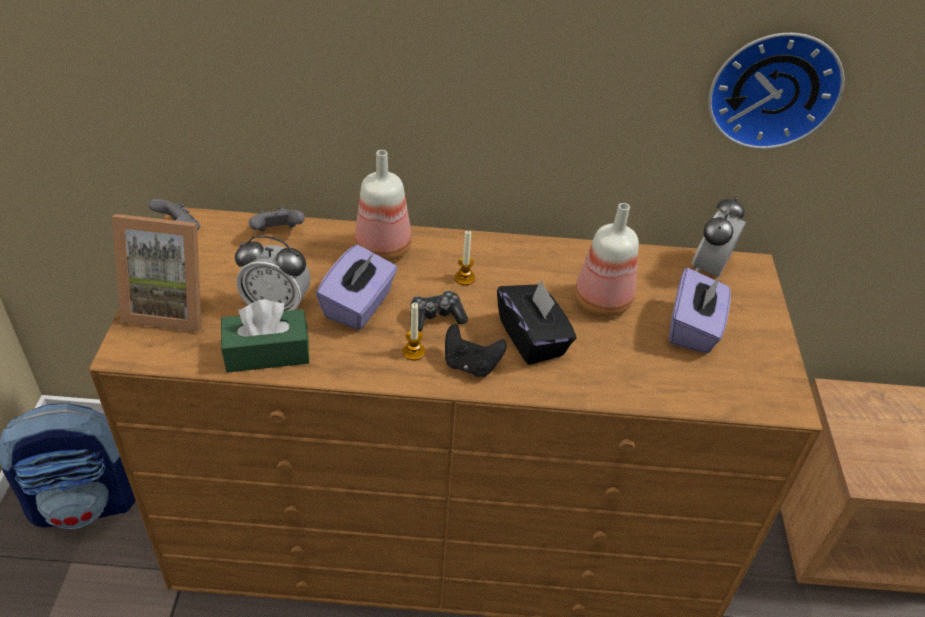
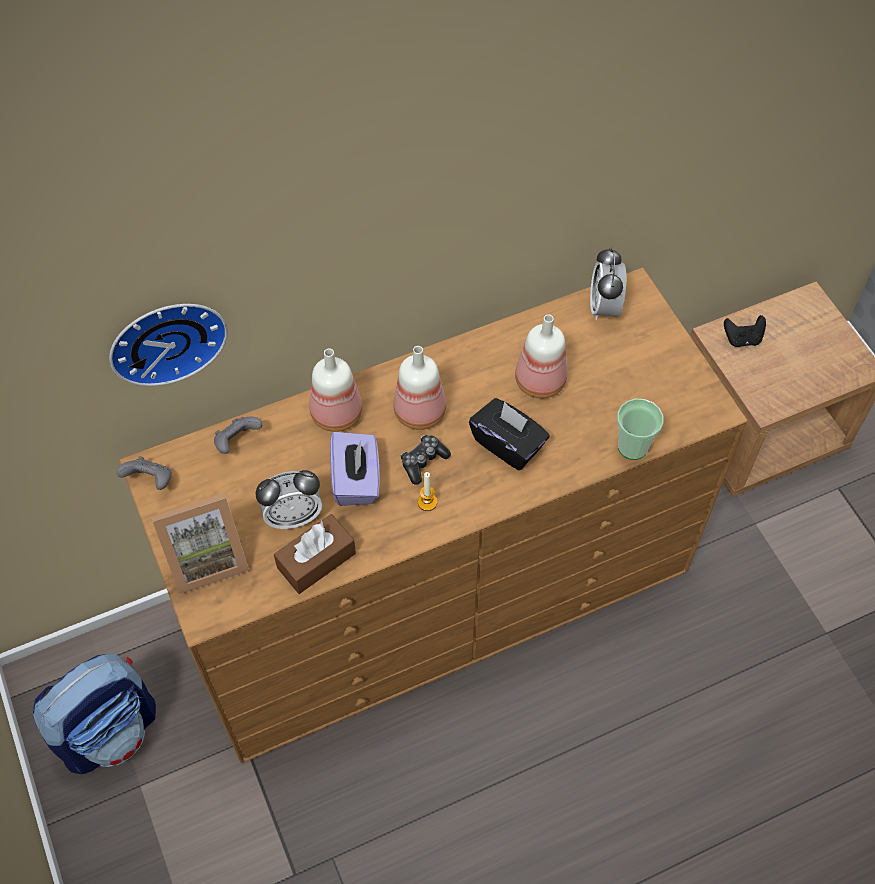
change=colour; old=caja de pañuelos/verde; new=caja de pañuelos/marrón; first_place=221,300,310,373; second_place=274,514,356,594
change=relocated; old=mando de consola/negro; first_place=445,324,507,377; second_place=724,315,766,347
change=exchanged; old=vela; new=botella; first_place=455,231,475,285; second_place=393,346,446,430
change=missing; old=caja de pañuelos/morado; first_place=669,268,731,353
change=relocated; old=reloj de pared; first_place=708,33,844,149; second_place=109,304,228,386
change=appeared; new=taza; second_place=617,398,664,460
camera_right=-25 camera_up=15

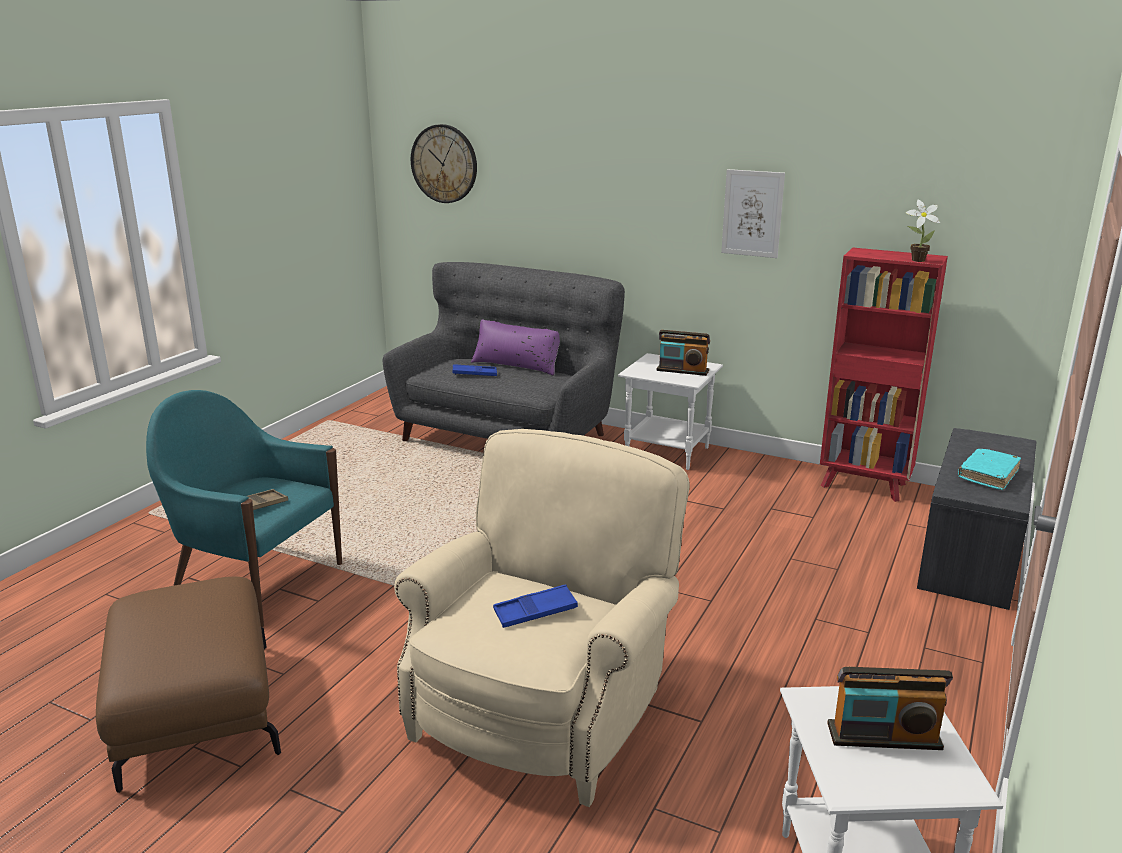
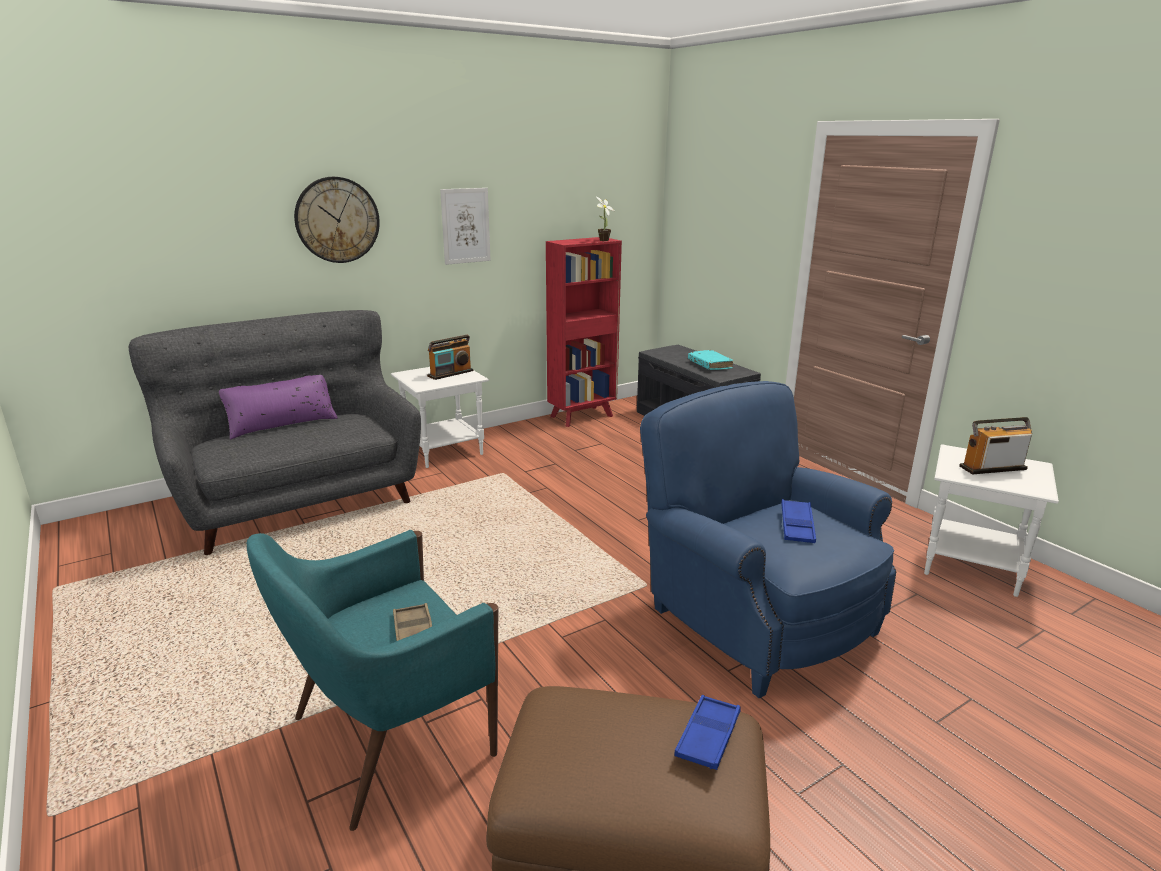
change=colour; old=sillón/beis; new=sillón/azul; first_place=394,429,689,807; second_place=640,381,896,699
change=relocated; old=reloj de pared; first_place=411,124,477,203; second_place=294,177,380,263
change=relocated; old=bandeja/azul; first_place=453,364,497,376; second_place=675,695,740,770
change=spun; old=radio; first_place=827,667,953,750; second_place=959,417,1032,475; degrees=-135
camera_right=-60 camera_up=0

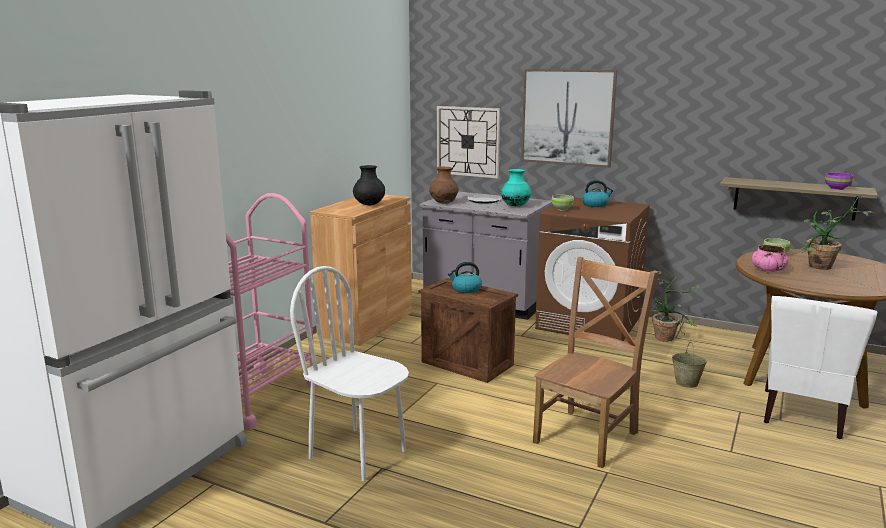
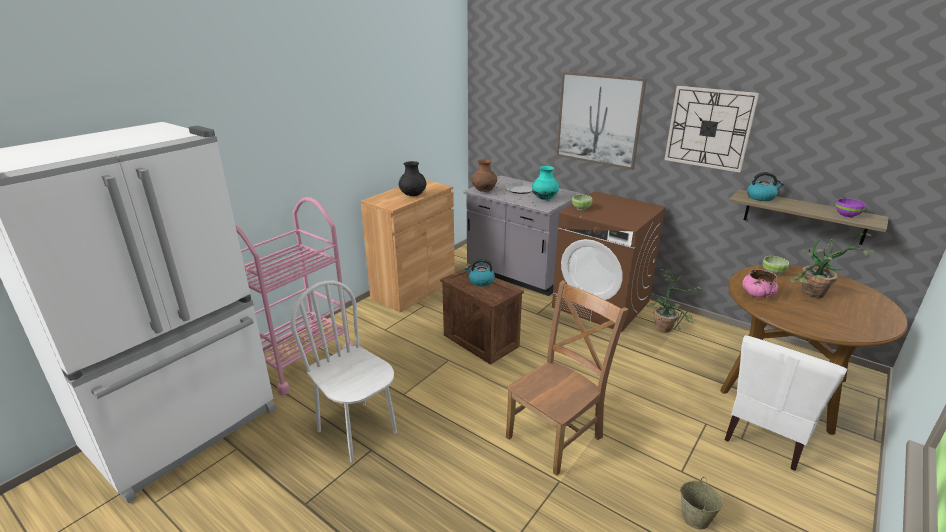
change=relocated; old=reloj de pared; first_place=437,106,500,178; second_place=664,86,759,173
change=relocated; old=hervidor; first_place=582,180,613,207; second_place=747,172,784,201
change=relocated; old=cubo/beis; first_place=672,342,707,388; second_place=680,477,724,529
camera_right=10 camera_up=10

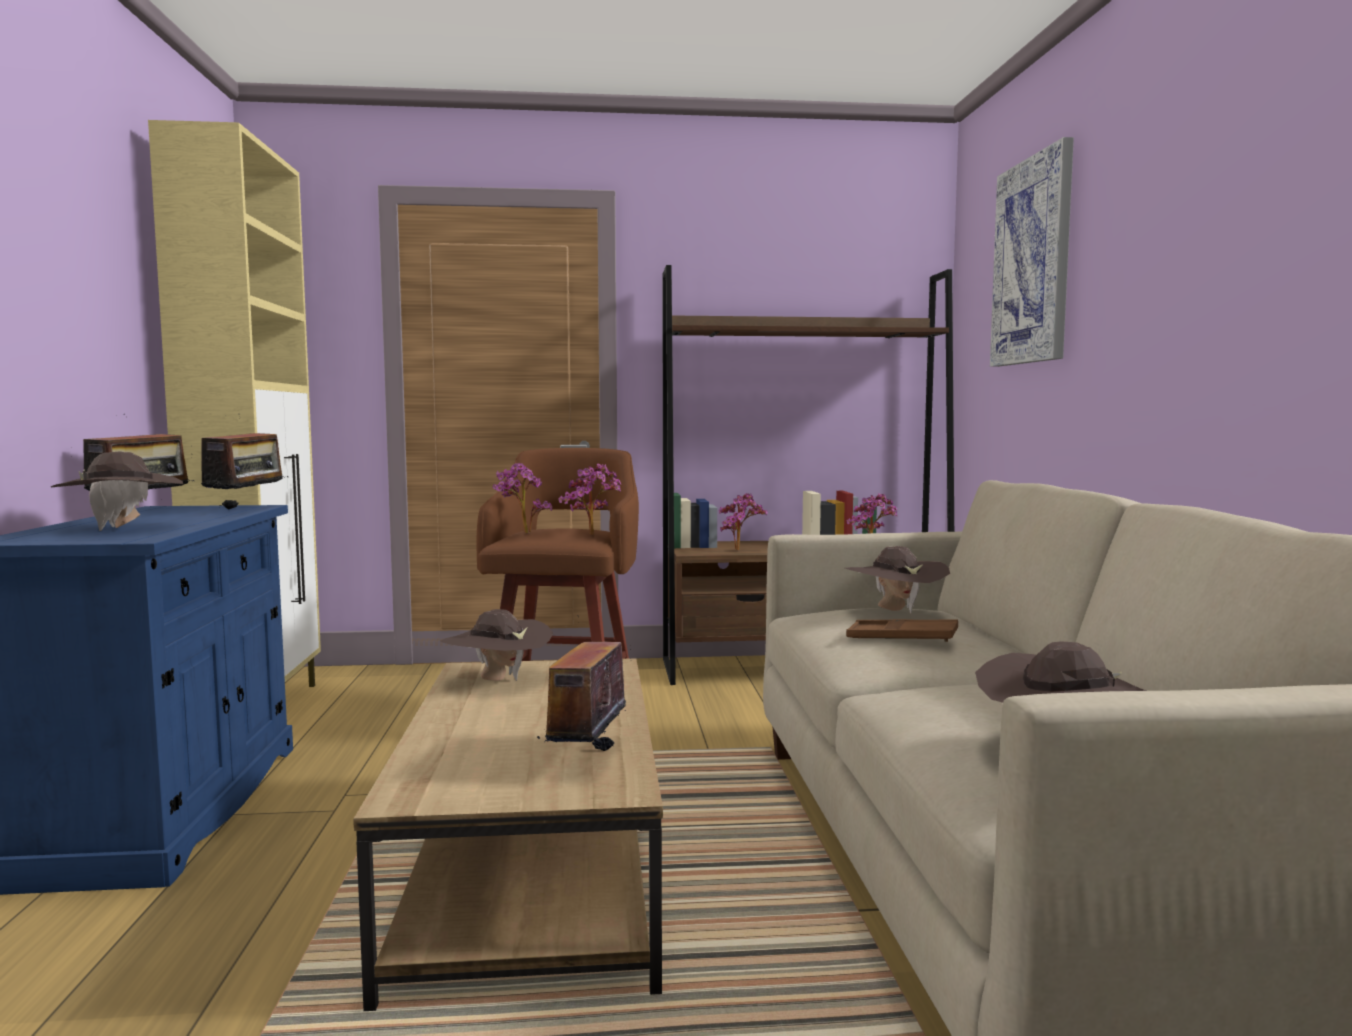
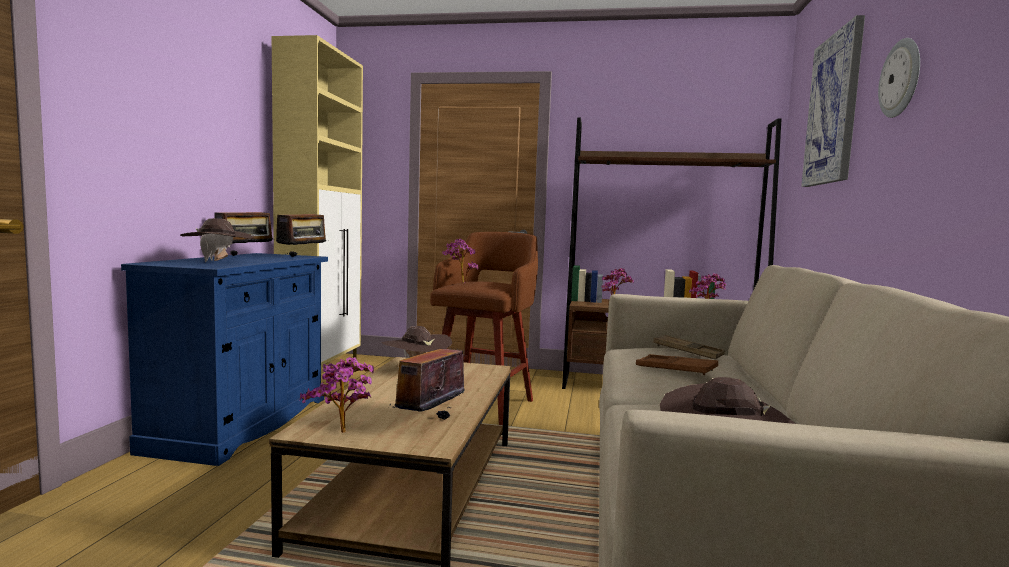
change=relocated; old=planta en maceta; first_place=558,463,621,535; second_place=300,357,374,433
change=exchanged; old=sombrero/marrón; new=bandeja/marrón; first_place=845,546,950,614; second_place=653,335,725,359
change=appeared; new=reloj de pared; second_place=878,38,920,118
camera_right=15 camera_up=0

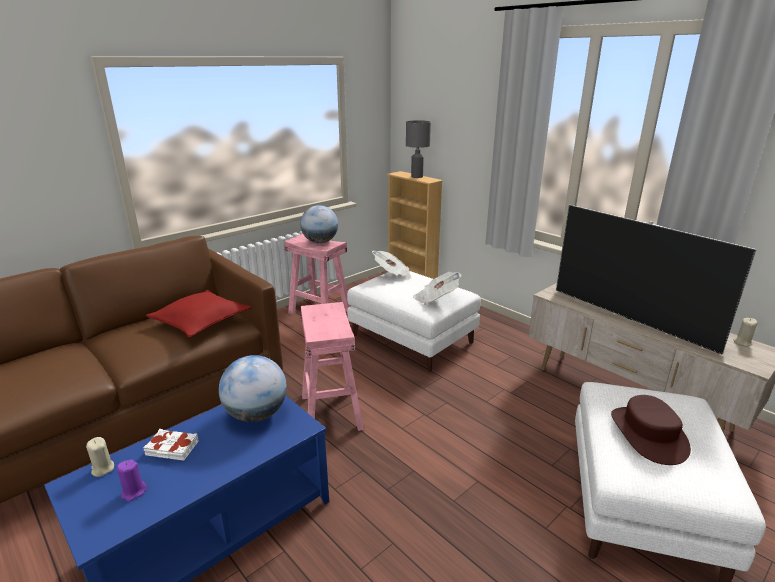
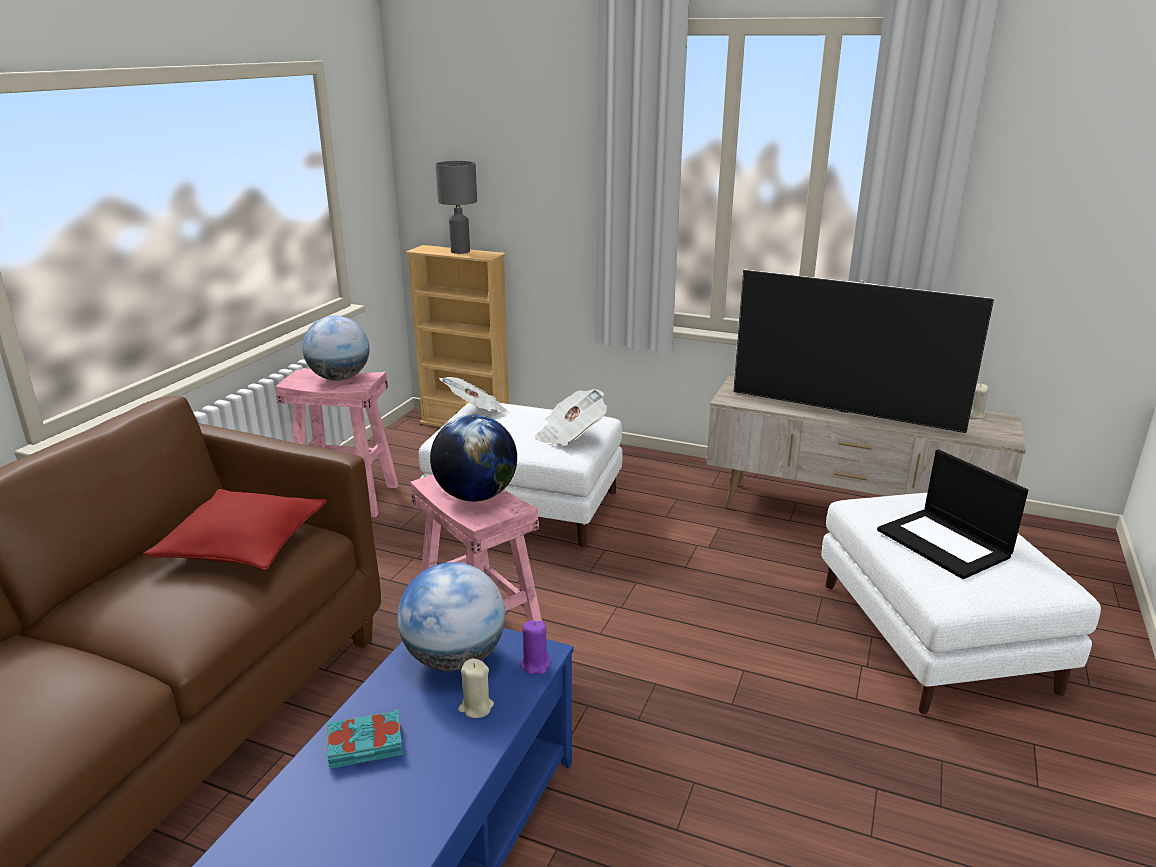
change=relocated; old=vela/beis; first_place=86,437,114,477; second_place=458,658,494,718
change=relocated; old=vela/morado; first_place=117,459,147,502; second_place=521,620,551,674
change=colour; old=libro/blanco; new=libro/turquesa; first_place=143,429,199,461; second_place=327,709,403,769
change=exchanged; old=sombrero/marrón; new=portátil; first_place=611,395,691,465; second_place=877,450,1028,579
change=appeared; new=globo terráqueo; second_place=430,415,517,502
camera_right=-25 camera_up=0

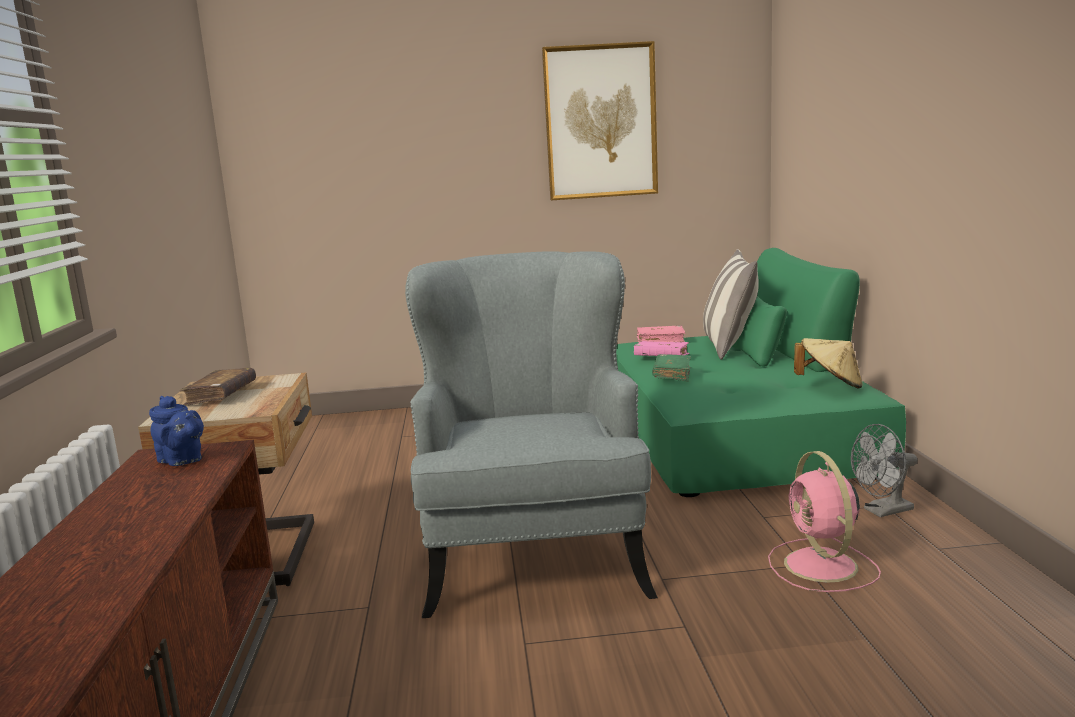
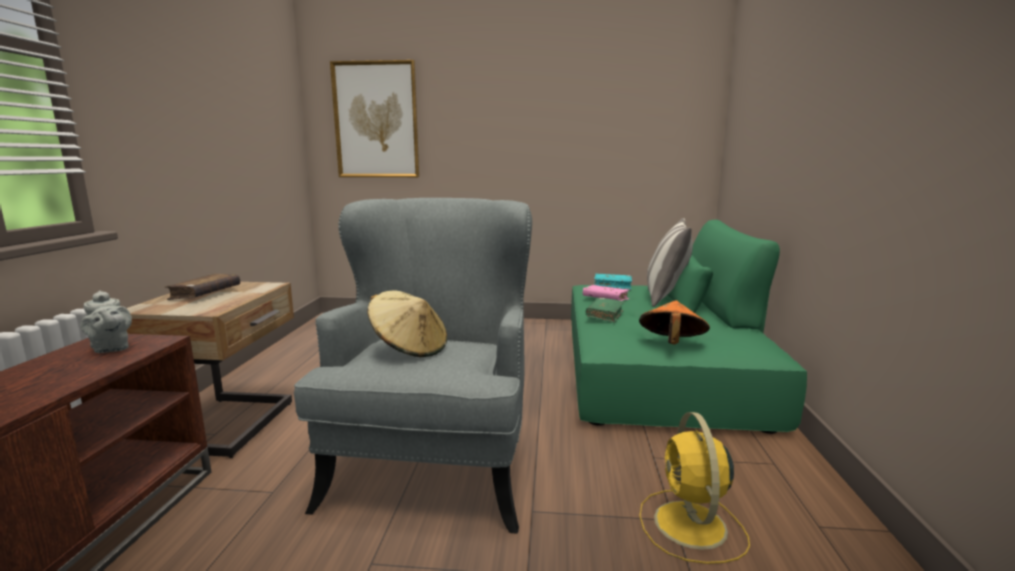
change=colour; old=tetera/azul; new=tetera/gris; first_place=149,396,204,466; second_place=80,291,132,353
change=relocated; old=cuadro; first_place=542,41,658,200; second_place=330,60,419,177
change=colour; old=libro/rosa; new=libro/turquesa; first_place=637,325,686,343; second_place=594,274,632,290
change=colour; old=ventilador/rosa; new=ventilador/amarillo; first_place=768,451,881,592; second_place=639,412,750,564
change=relocated; old=sombrero/beis; first_place=794,338,863,389; second_place=367,291,447,357
change=missing; old=ventilador/gris; first_place=851,424,918,517
change=appeared; new=sombrero/naranja; second_place=639,300,710,345
camera_right=10 camera_up=0

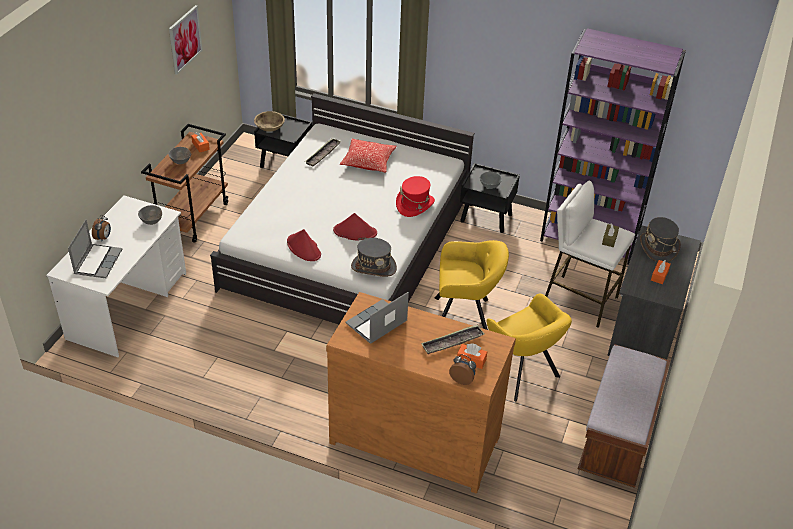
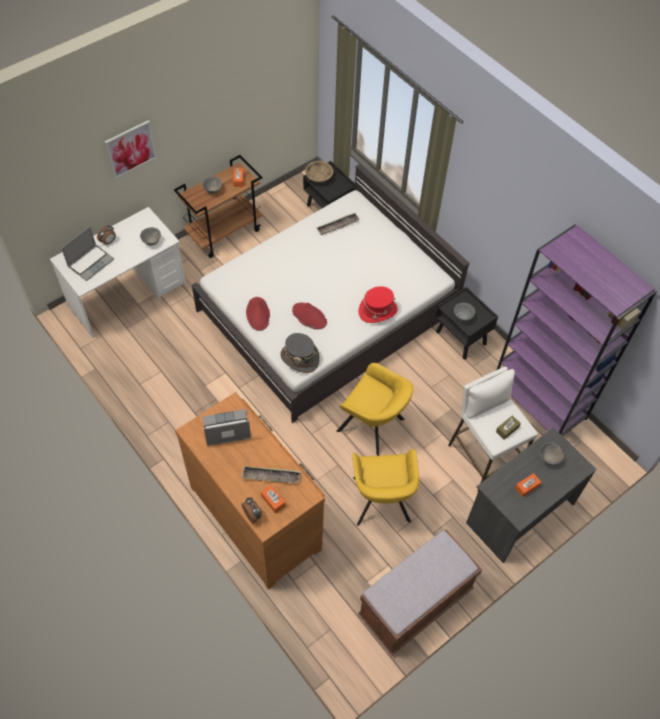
change=relocated; old=cuadro; first_place=169,5,203,75; second_place=105,120,157,179
change=missing; old=cojín; first_place=339,139,397,173
change=exchanged; old=sombrero/gris; new=cuenco/gris; first_place=640,217,681,262; second_place=540,442,564,465
camera_right=30 camera_up=15

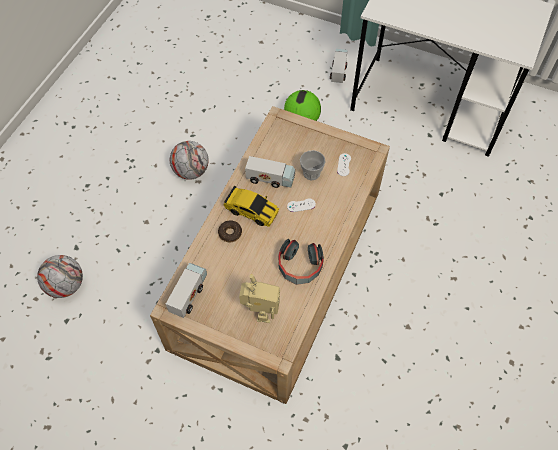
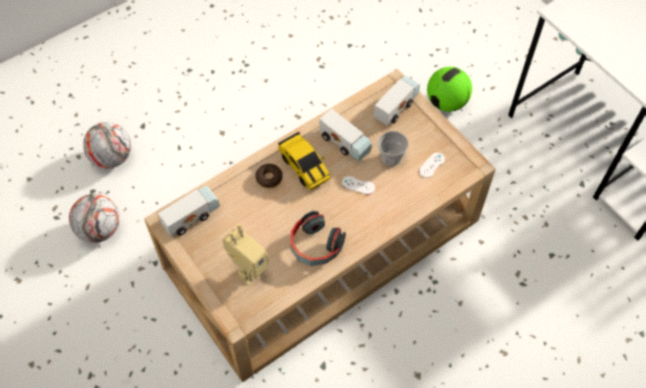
change=relocated; old=balón de fútbol; first_place=170,141,209,180; second_place=69,194,120,243
change=relocated; old=camión de juguete; first_place=330,49,348,83; second_place=374,75,420,126
camera_right=30 camera_up=0

